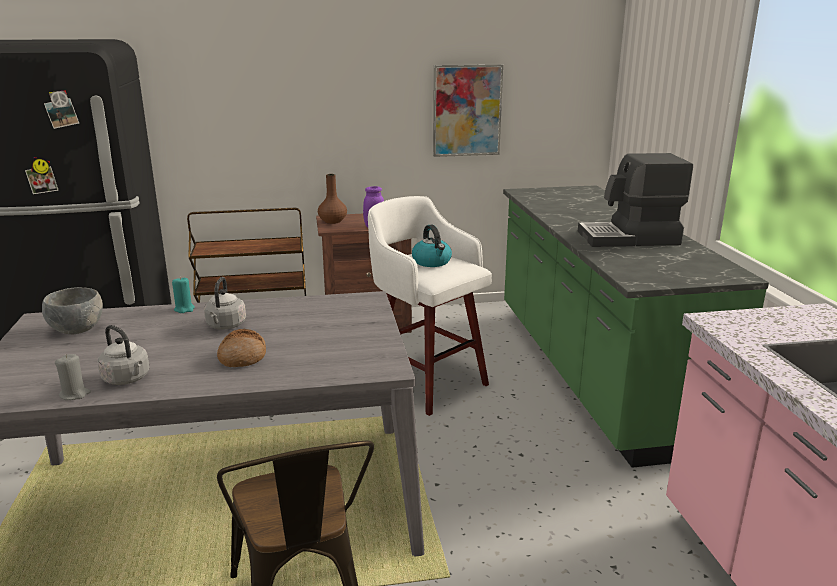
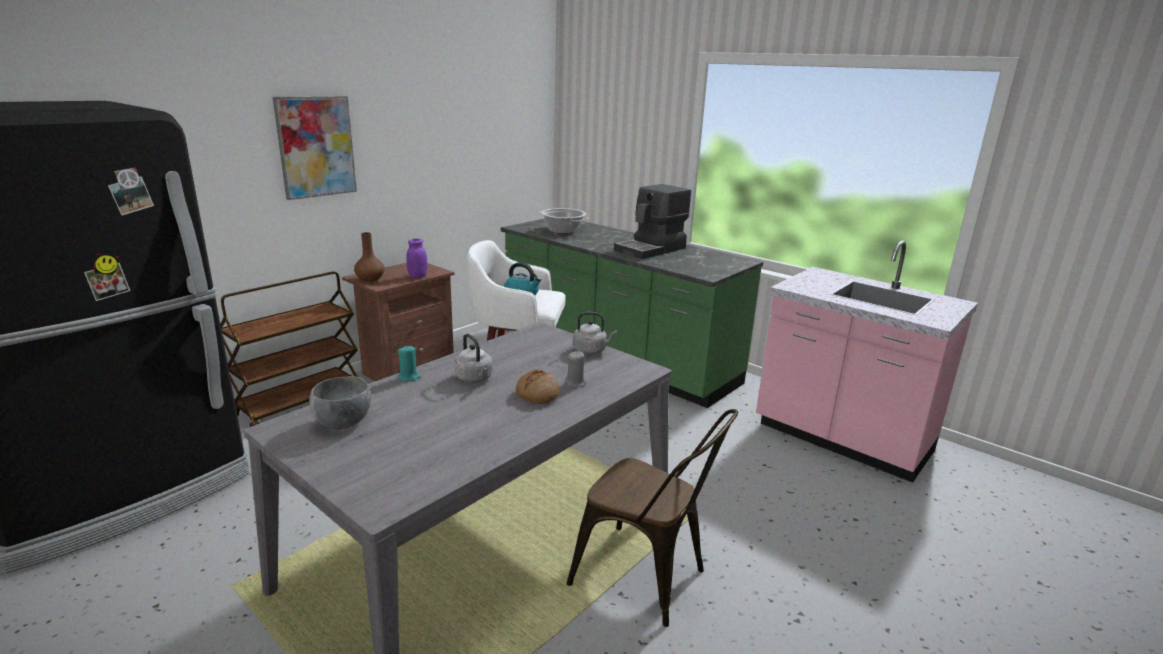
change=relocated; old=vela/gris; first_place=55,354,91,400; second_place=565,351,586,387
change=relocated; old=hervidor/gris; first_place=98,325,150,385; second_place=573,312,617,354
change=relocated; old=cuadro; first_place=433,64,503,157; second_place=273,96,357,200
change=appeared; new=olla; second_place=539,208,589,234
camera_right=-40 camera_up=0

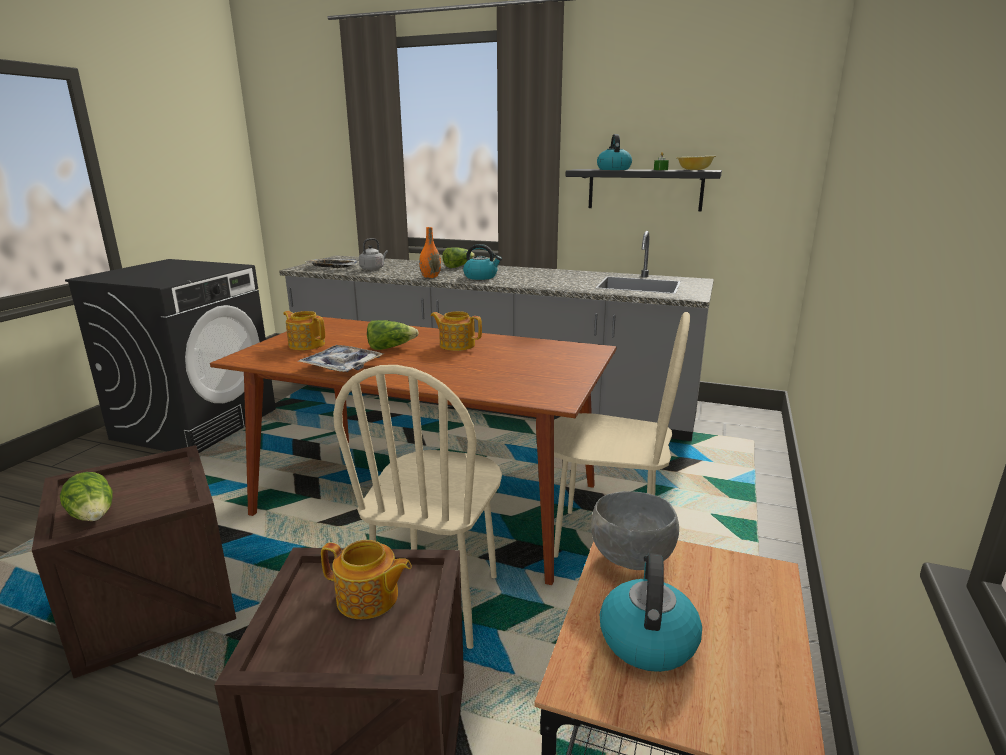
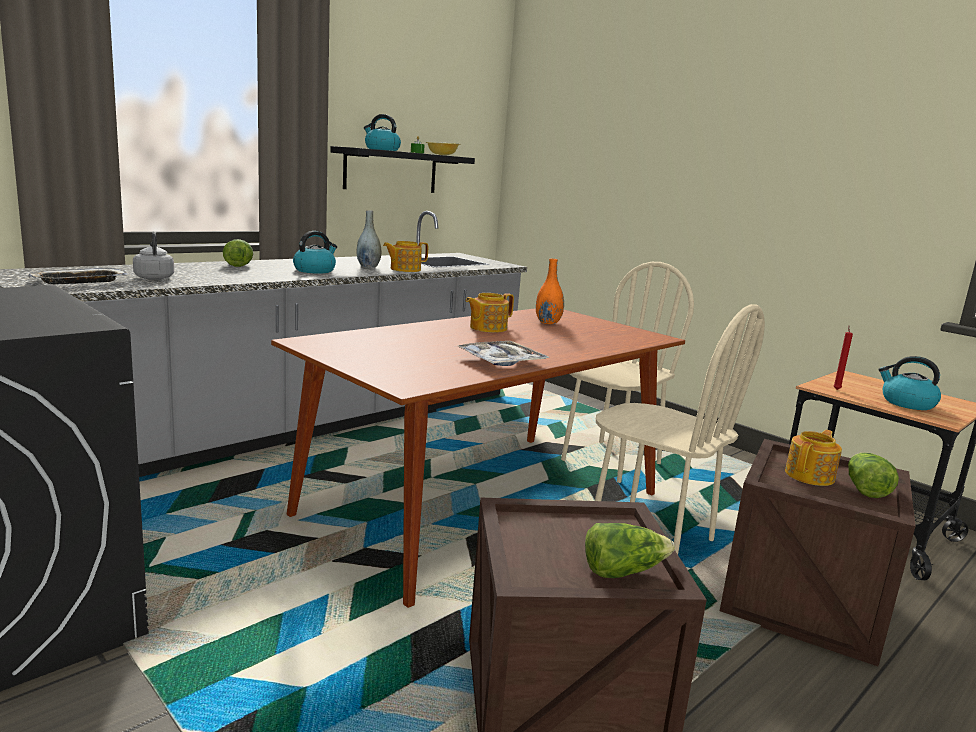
change=relocated; old=tetera; first_place=283,311,325,350; second_place=383,241,428,272
change=relocated; old=lechuga; first_place=367,320,419,350; second_place=848,453,899,498
change=relocated; old=florero/naranja; first_place=419,227,441,278; second_place=536,259,564,324
change=exchanged; old=cuenco/gris; new=vela/rojo; first_place=591,491,679,570; second_place=833,325,853,390
change=appeared; new=florero/gris; second_place=357,210,381,268
camera_right=-65 camera_up=-5

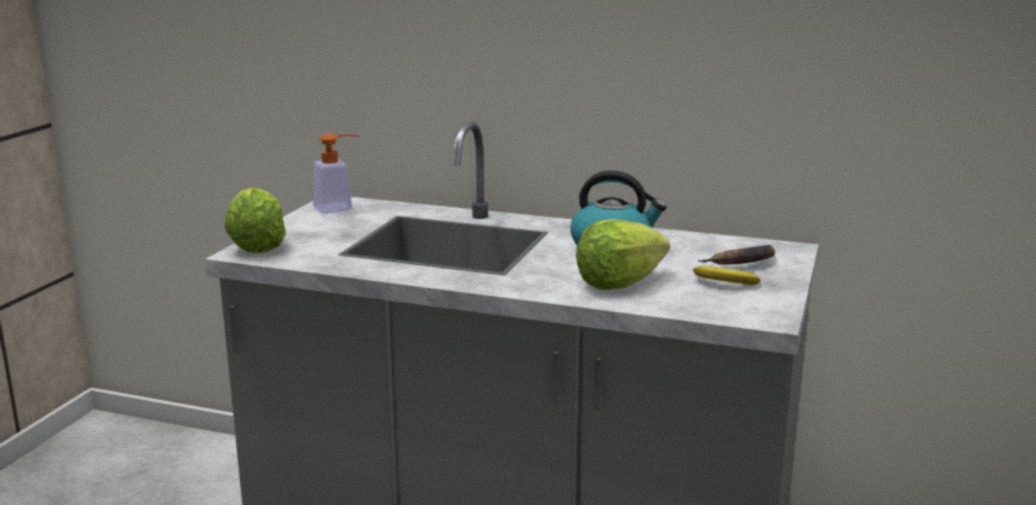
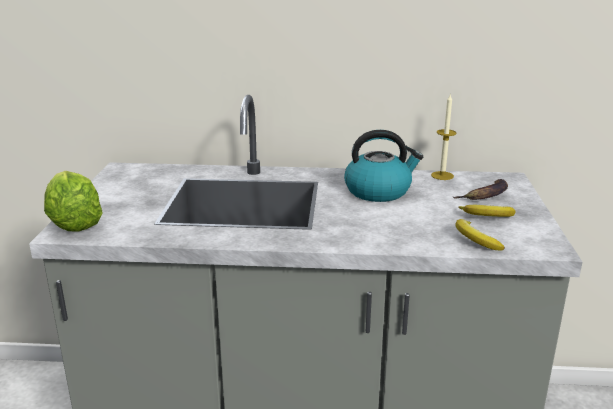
change=missing; old=dispensador de jabón; first_place=313,133,359,214
change=missing; old=lechuga; first_place=576,219,670,290
change=appeared; new=vela; second_place=431,95,457,180
change=appeared; new=plátano; second_place=455,219,505,251
camera_right=-15 camera_up=5

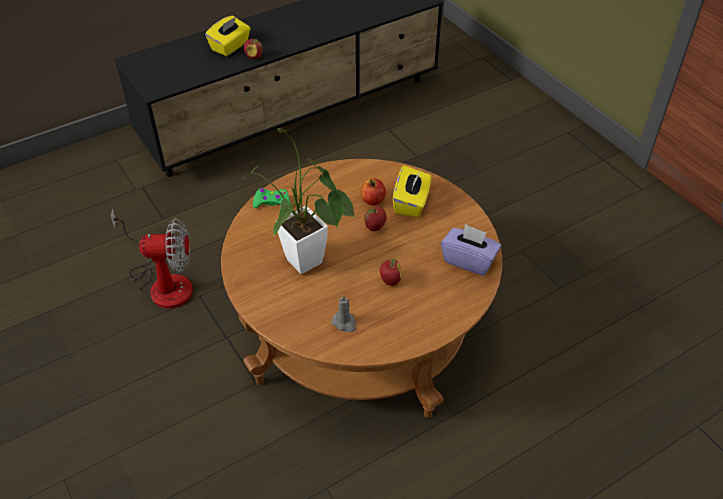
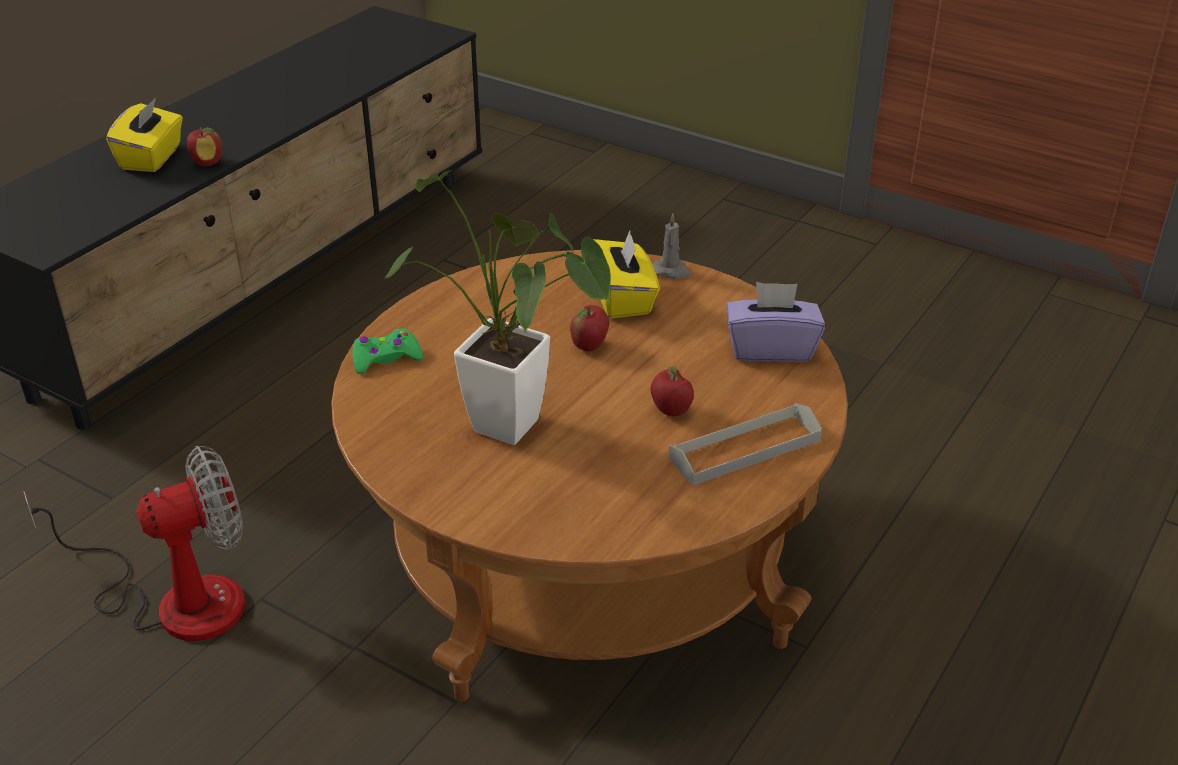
change=relocated; old=vela/gris; first_place=332,294,356,332; second_place=652,213,691,279
change=missing; old=manzana; first_place=361,178,386,206
change=appeared; new=bandeja/gris; second_place=668,403,822,486
camera_right=-25 camera_up=-10

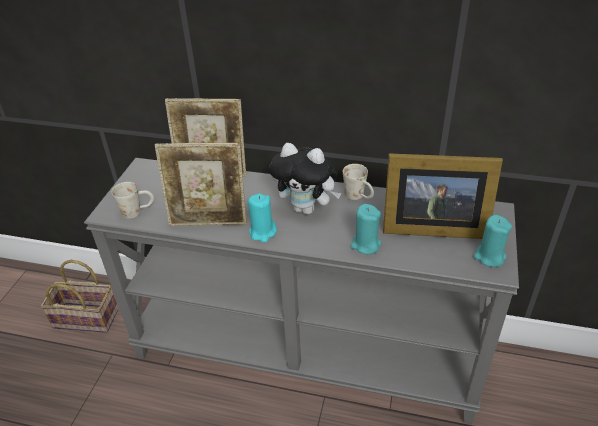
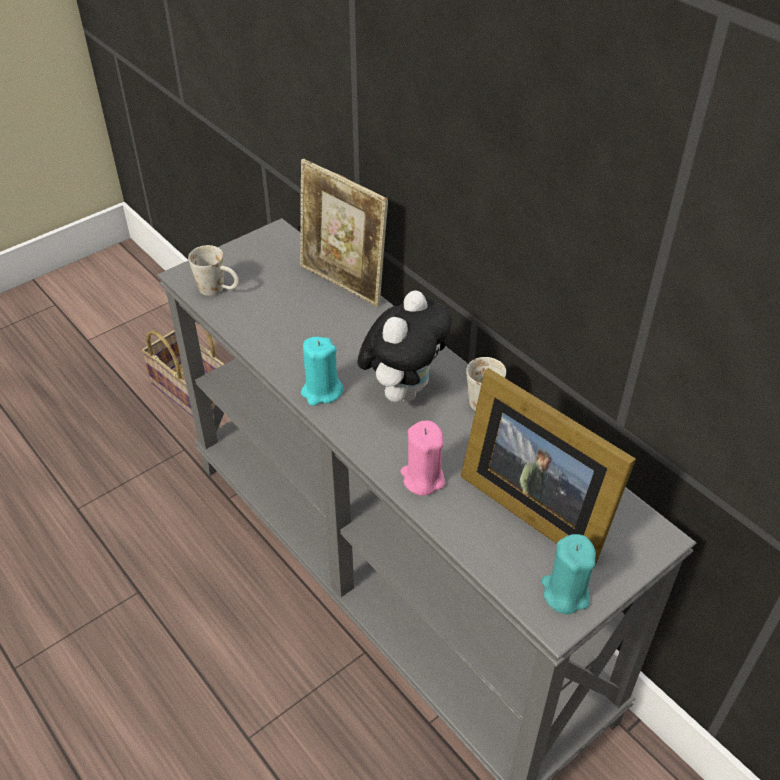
change=missing; old=portarretratos; first_place=155,143,247,226
change=spun; old=peluche; first_place=269,143,342,215; second_place=358,290,451,402; degrees=-120
change=colour; old=vela/turquesa; new=vela/rosa; first_place=350,204,381,254; second_place=400,421,445,496
camera_right=35 camera_up=5

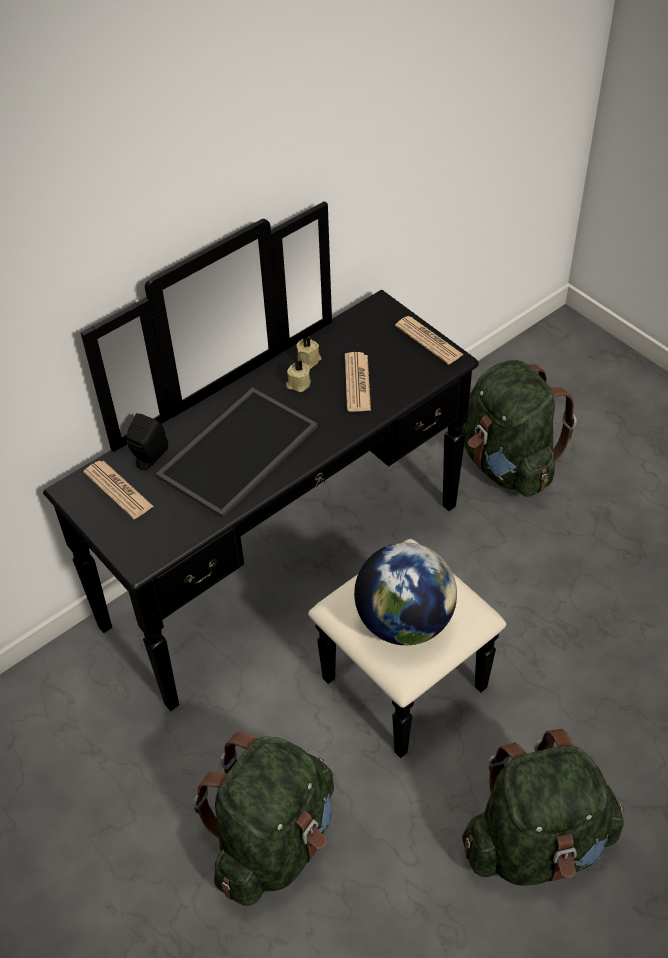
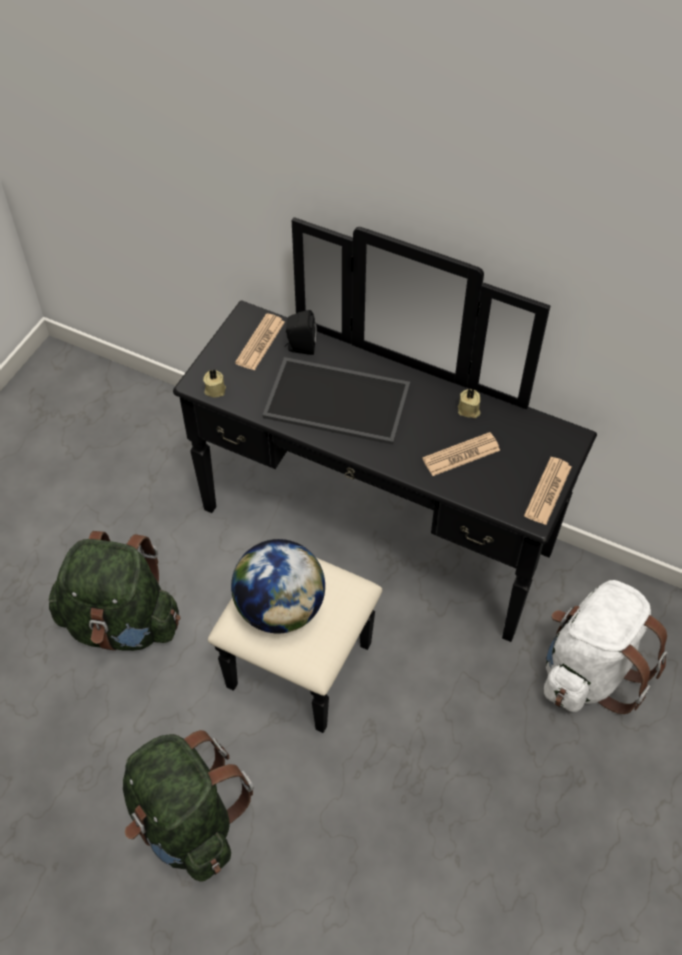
change=relocated; old=vela/beis; first_place=286,360,311,392; second_place=203,369,226,398
change=colour; old=mochila/verde; new=mochila/blanco; first_place=462,360,577,497; second_place=544,580,668,714
camera_right=65 camera_up=5

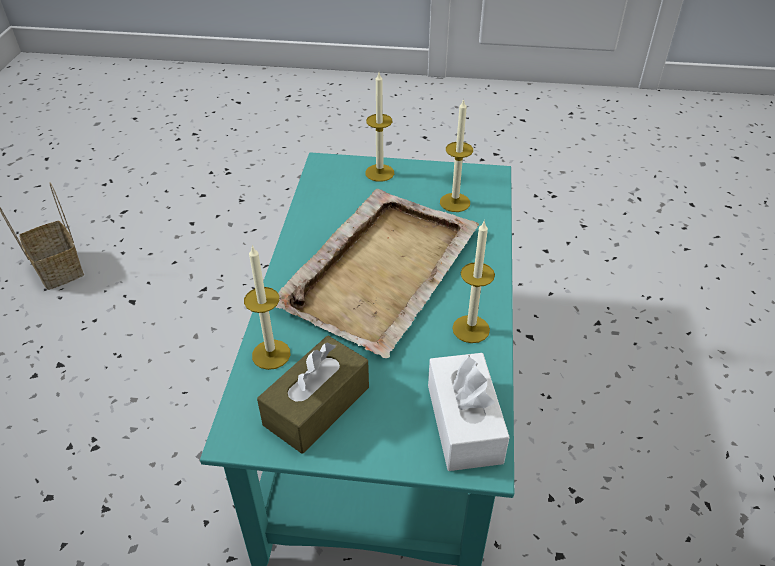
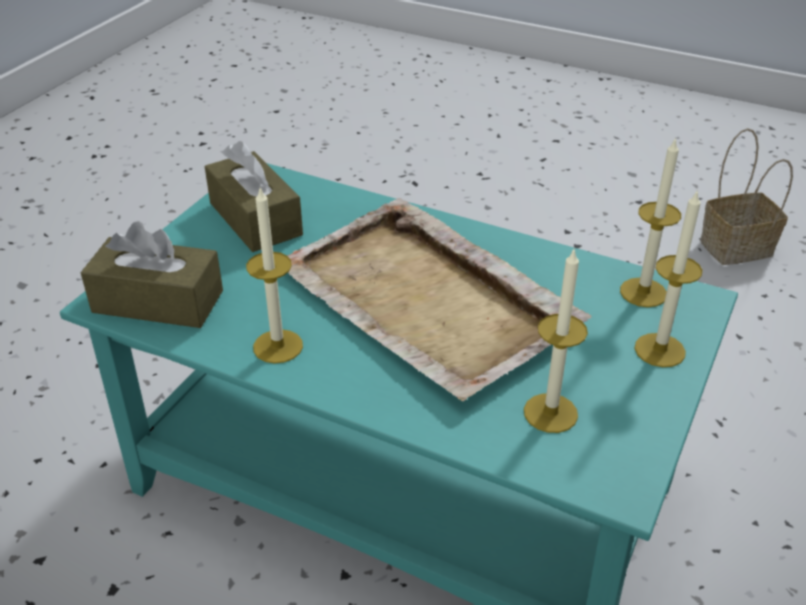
change=relocated; old=vela; first_place=244,245,291,370; second_place=620,137,681,307
change=colour; old=caja de pañuelos/blanco; new=caja de pañuelos/marrón; first_place=428,353,510,471; second_place=81,221,223,328
camera_right=110 camera_up=-5

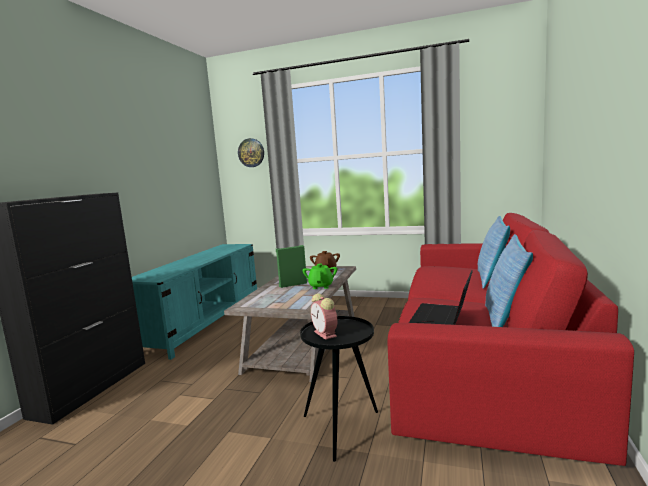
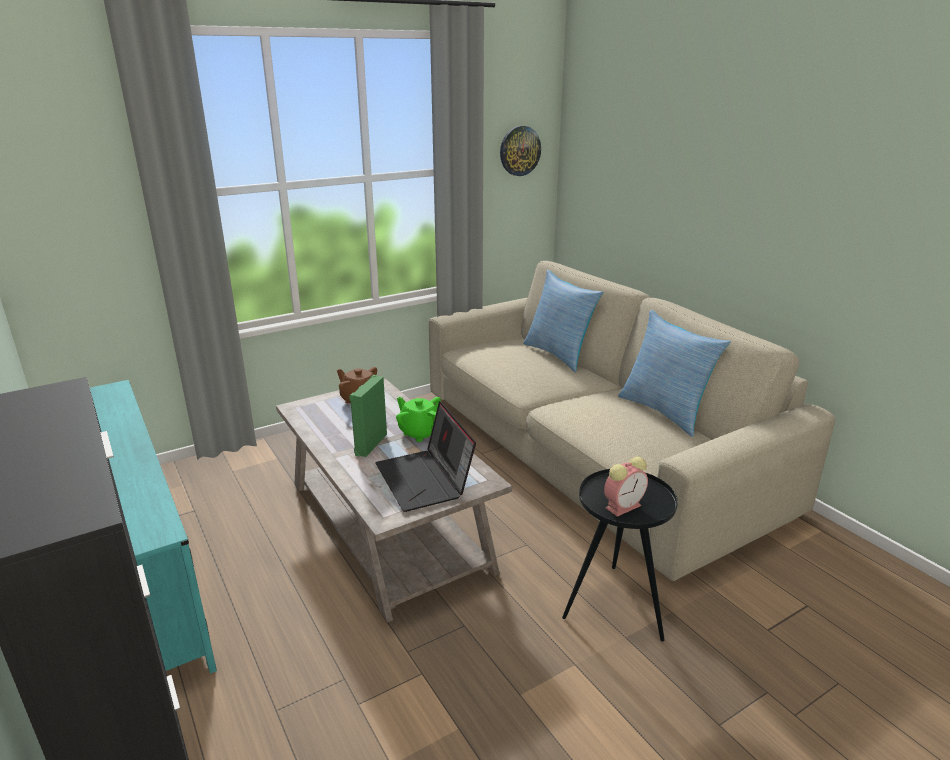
change=relocated; old=reloj de pared; first_place=238,138,264,167; second_place=500,126,541,176
change=spun; old=despertador; first_place=311,293,337,340; second_place=604,457,648,517; degrees=-45
change=colour; old=sofá/rojo; new=sofá/beis; first_place=388,213,634,466; second_place=429,261,836,581
change=relocated; old=portátil; first_place=409,270,473,325; second_place=375,401,476,512
camera_right=-50 camera_up=15

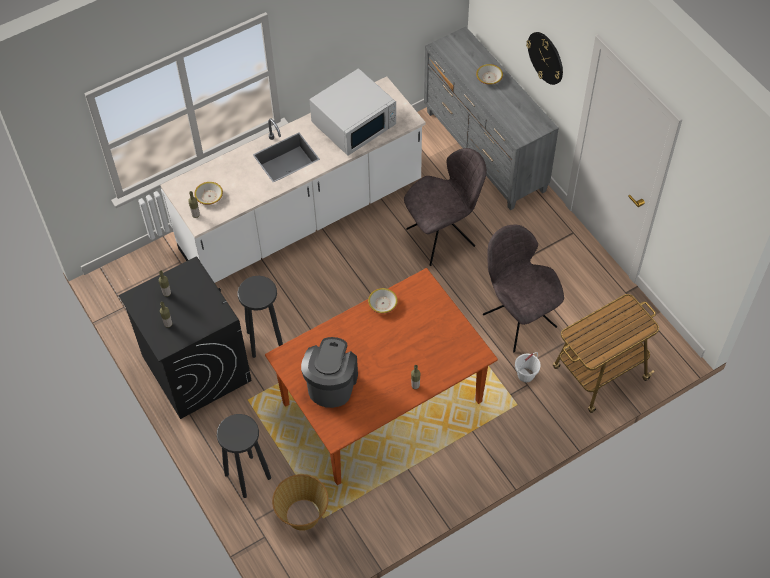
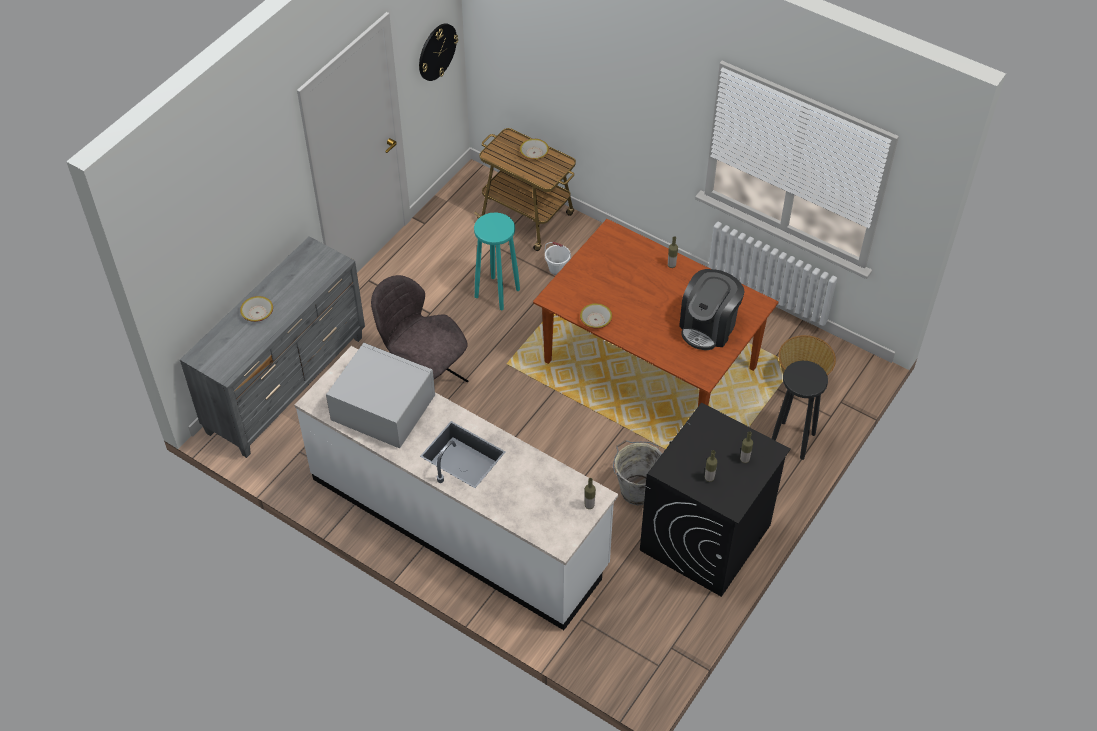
change=relocated; old=cuenco; first_place=194,182,223,205; second_place=520,139,549,160
change=exchanged; old=taburete/negro; new=cubo/gris; first_place=238,276,283,358; second_place=613,440,662,506
change=spun; old=cafetera; first_place=301,337,358,408; second_place=679,269,745,350; degrees=-45
change=exchanged; old=silla/gris; new=taburete/turquesa; first_place=483,225,564,352; second_place=474,212,520,310
change=relocated; old=reloj de pared; first_place=526,32,563,85; second_place=419,23,458,81
camera_right=-115 camera_up=-5

